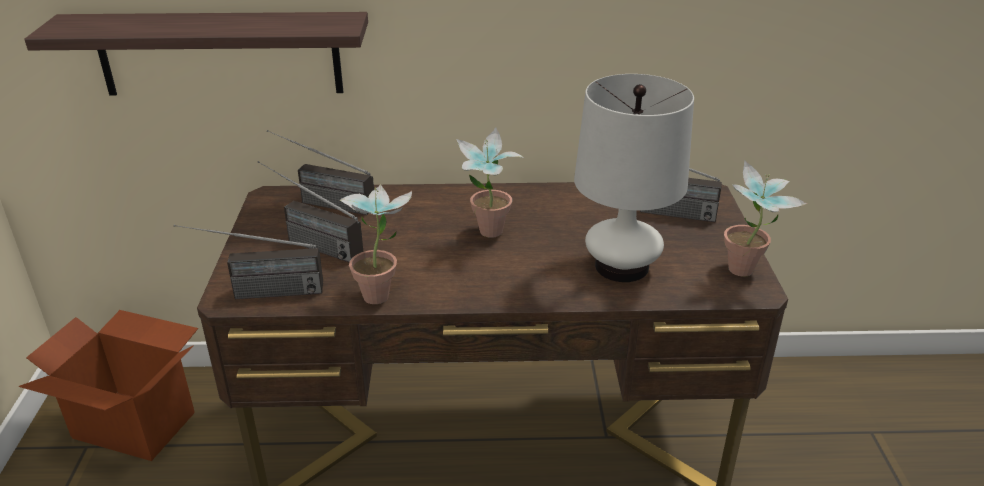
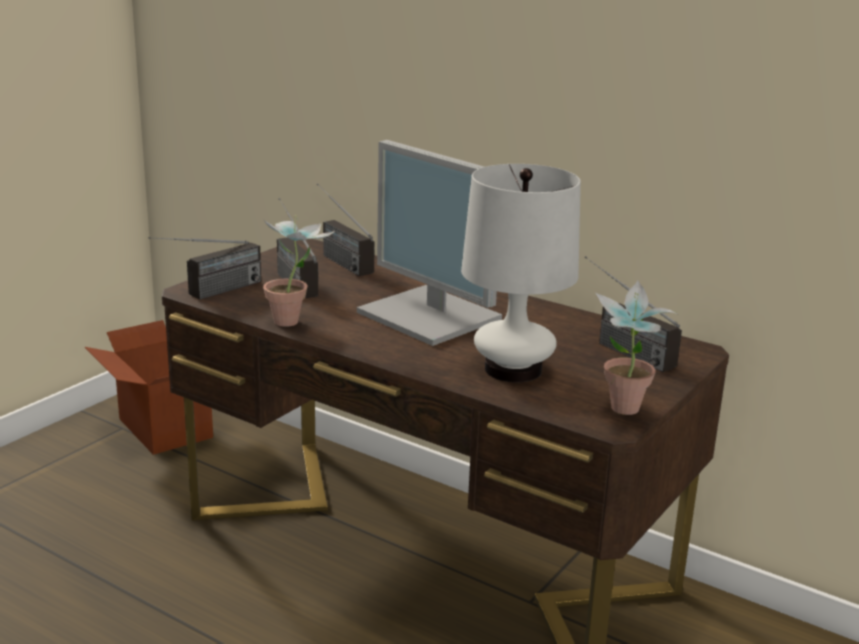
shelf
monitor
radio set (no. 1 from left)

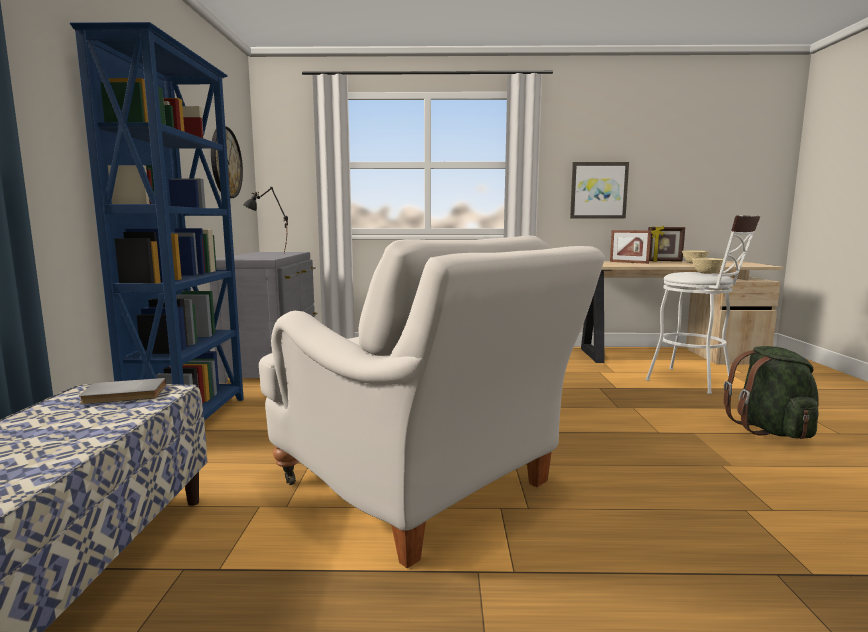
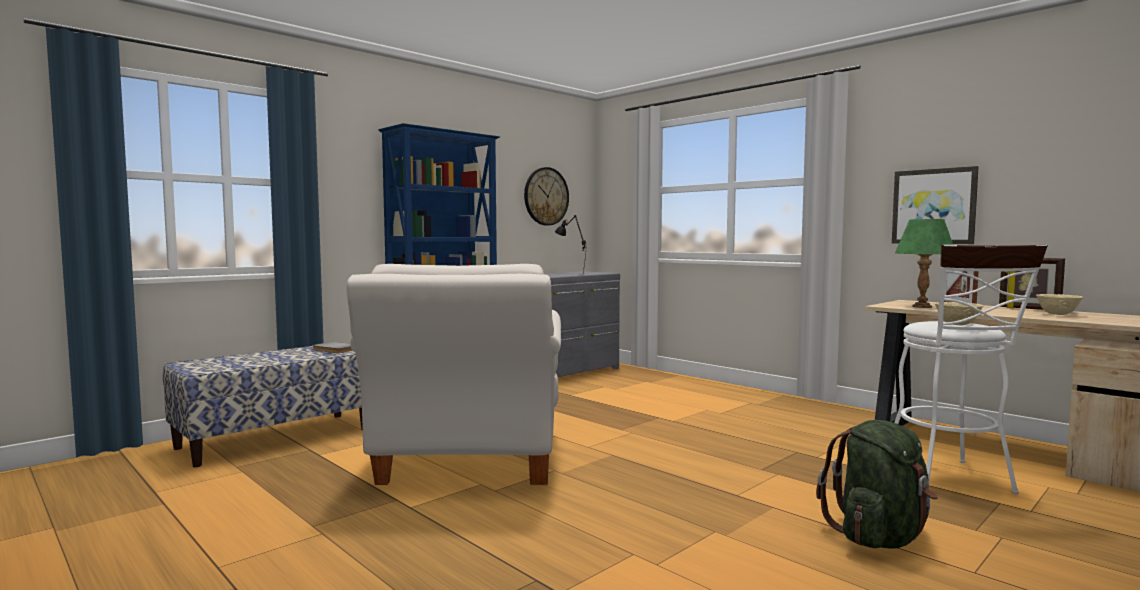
lamp for a table/greenish

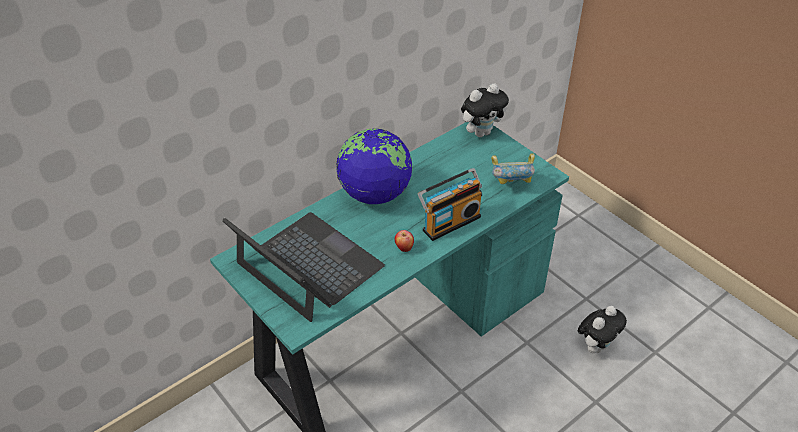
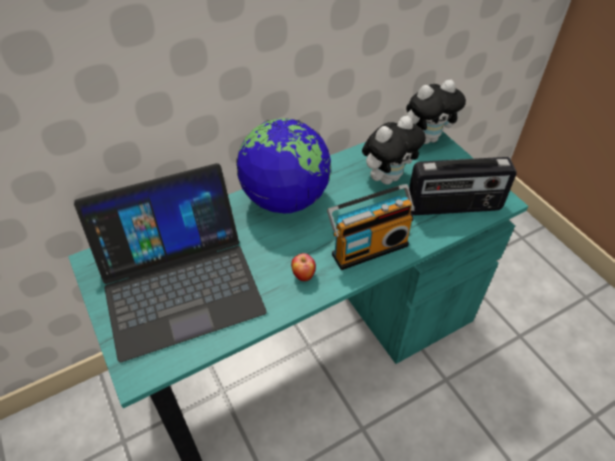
radio set (no. 2 from left)
portable computer
cuddly toy (no. 1 from left)

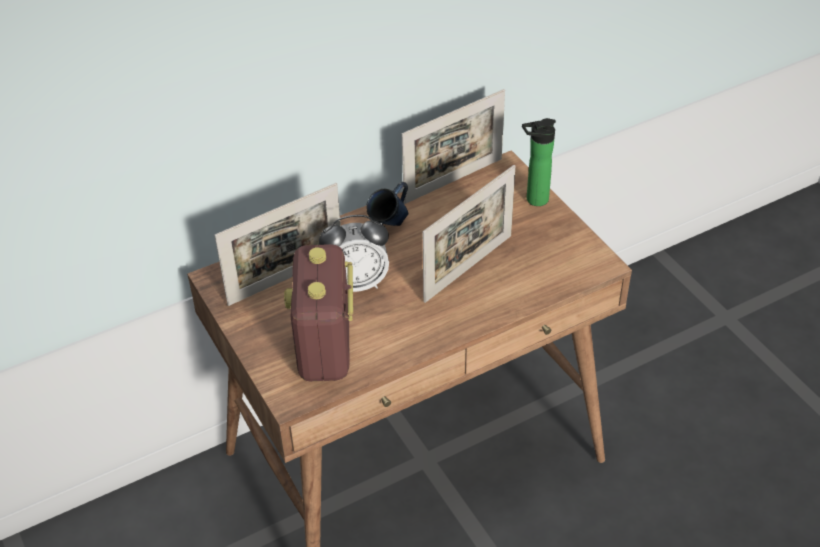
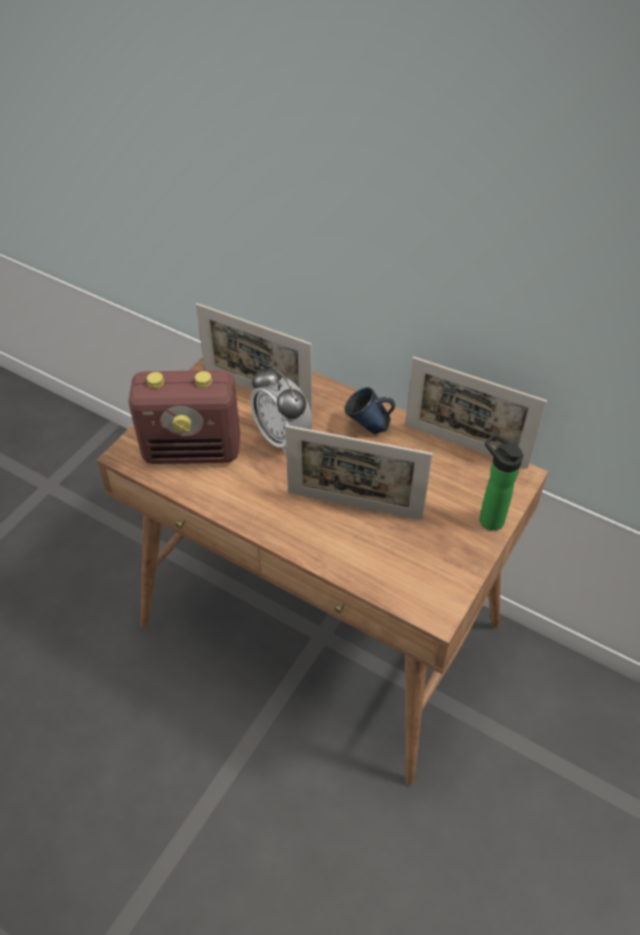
radio set

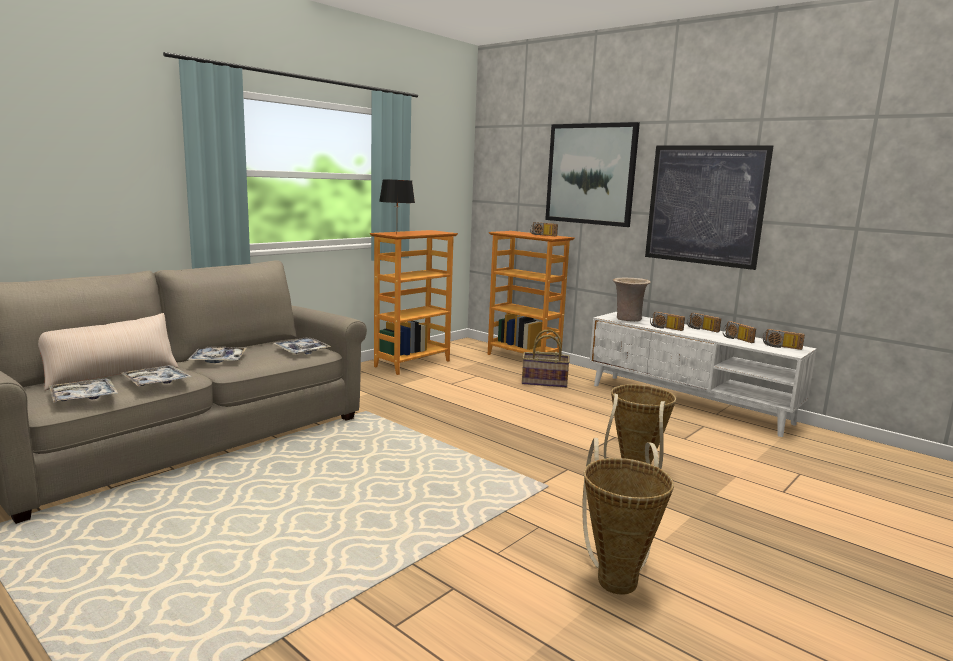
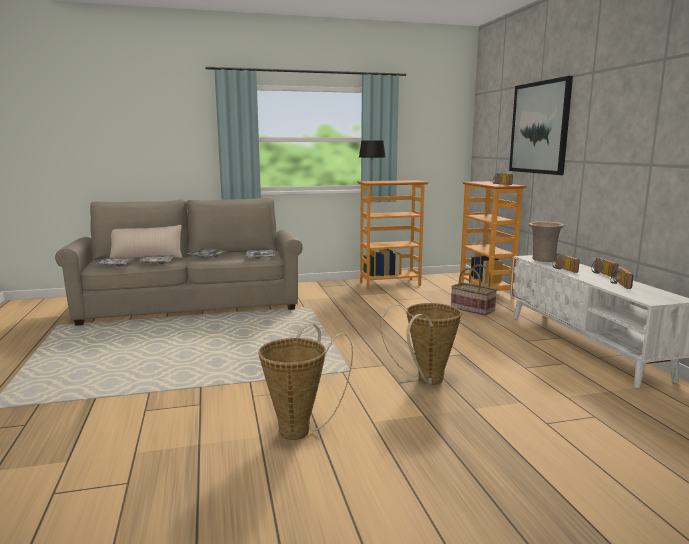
picture (no. 2 from left in the first image)
radio set (no. 5 from left in the first image)

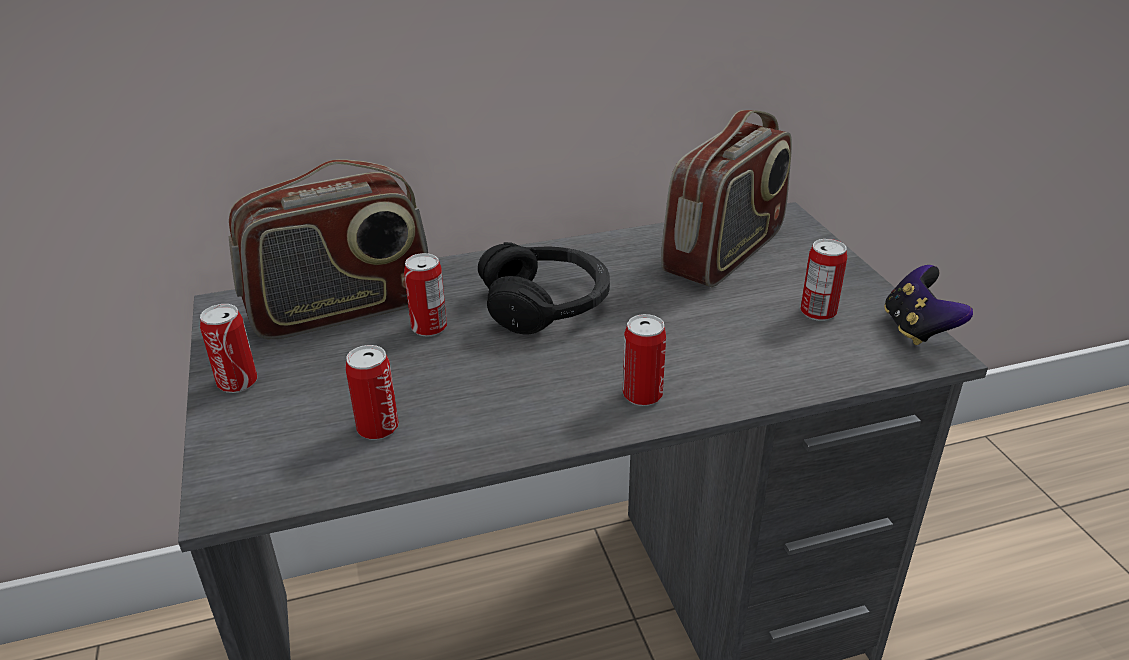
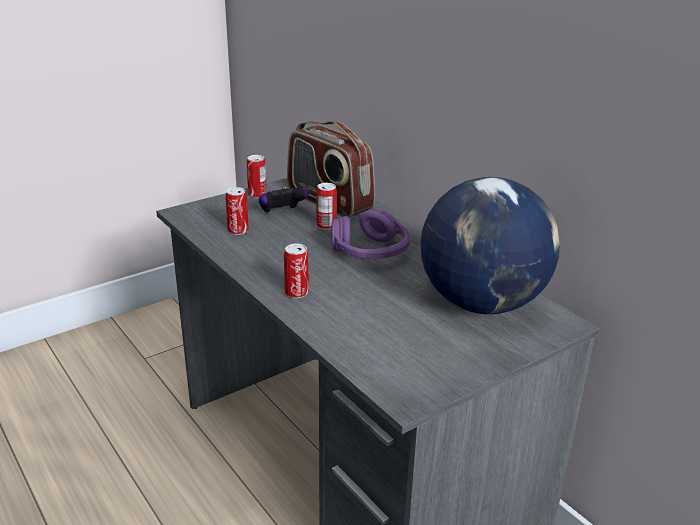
globe
sealed can (no. 5 from left in the first image)
headphones/purple
joypad

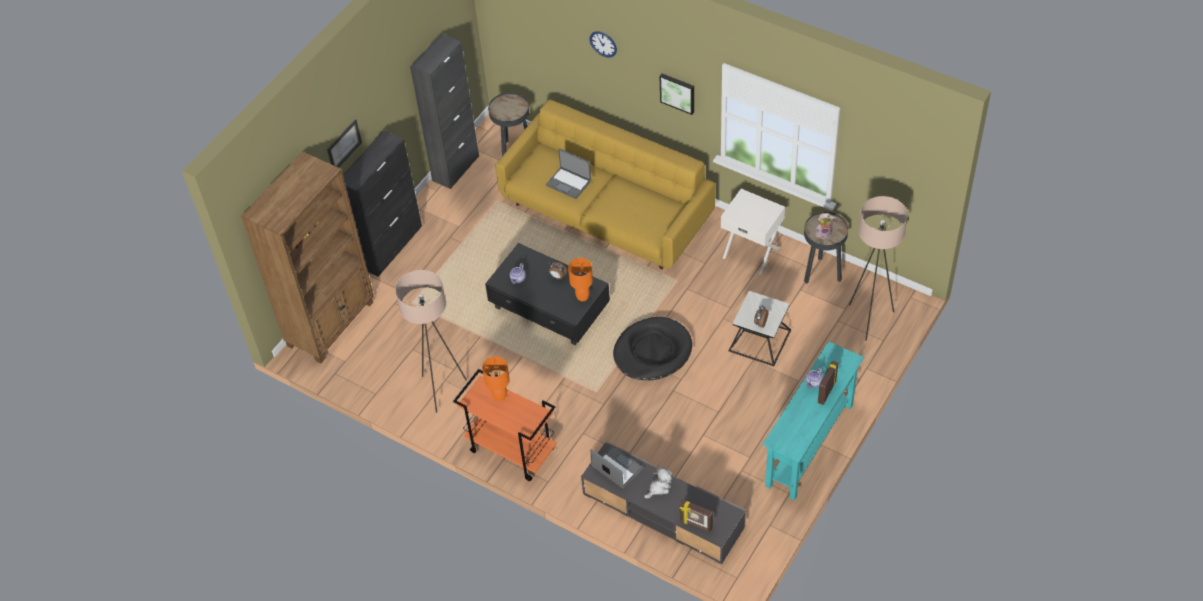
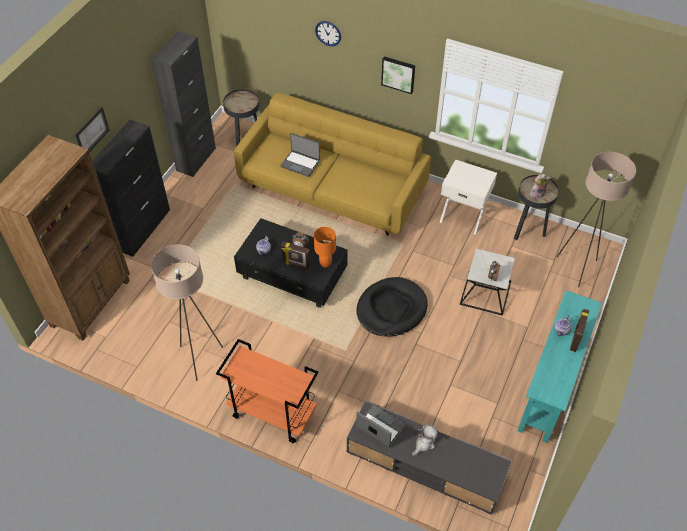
lamp for a table/orange (no. 1 from left in the first image)
picture frame (no. 1 from left)

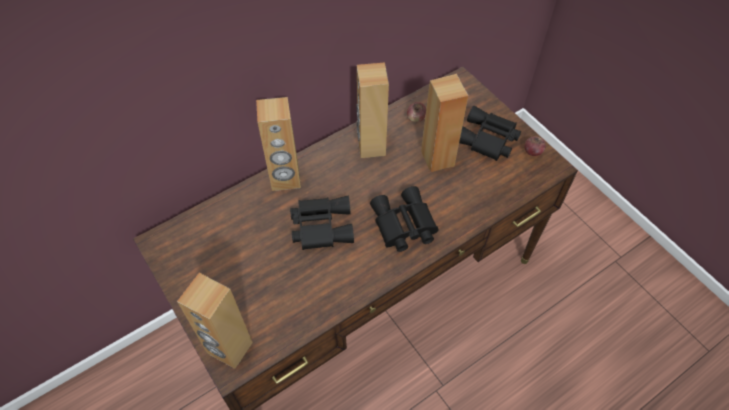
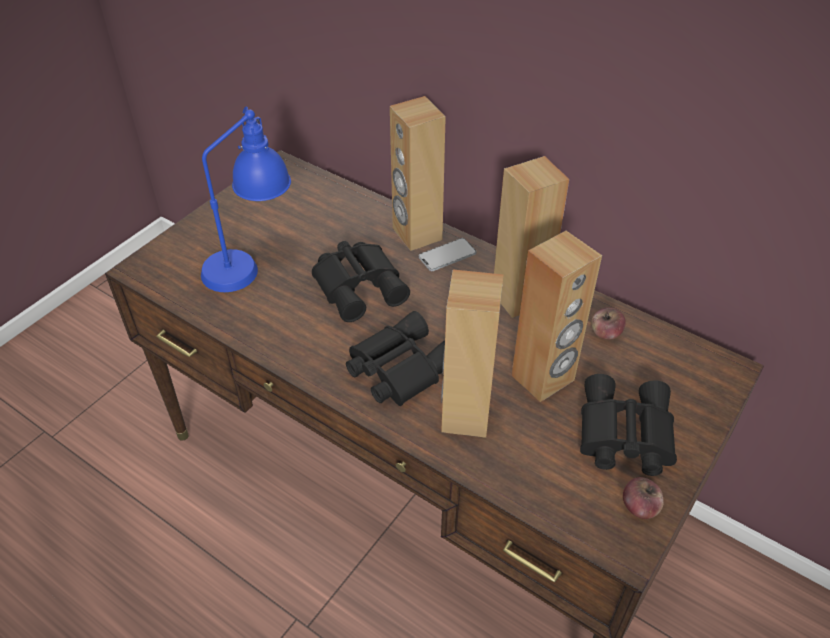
audio speaker/brownish (no. 2 from left)
lamp for a table/bluish
handset

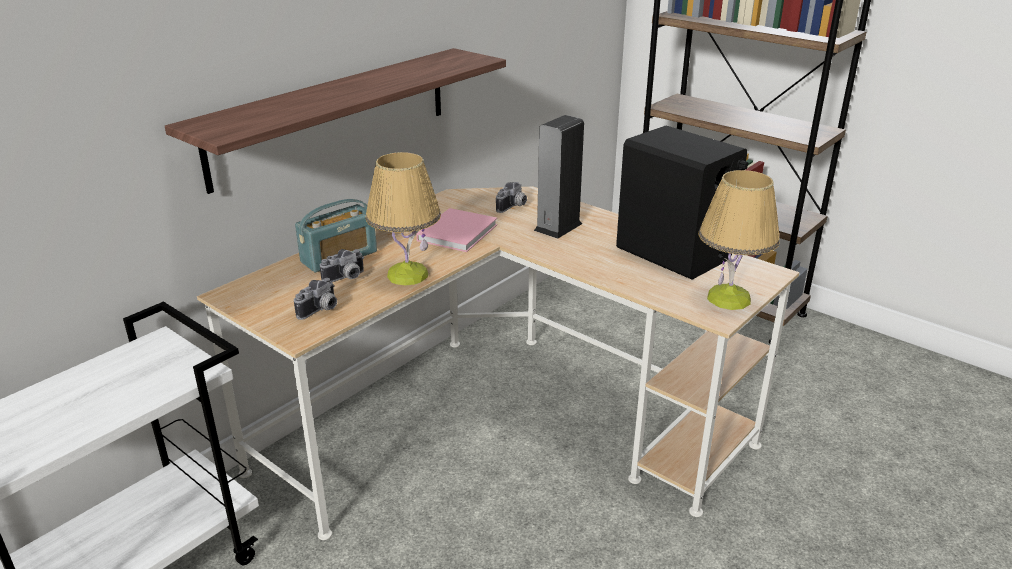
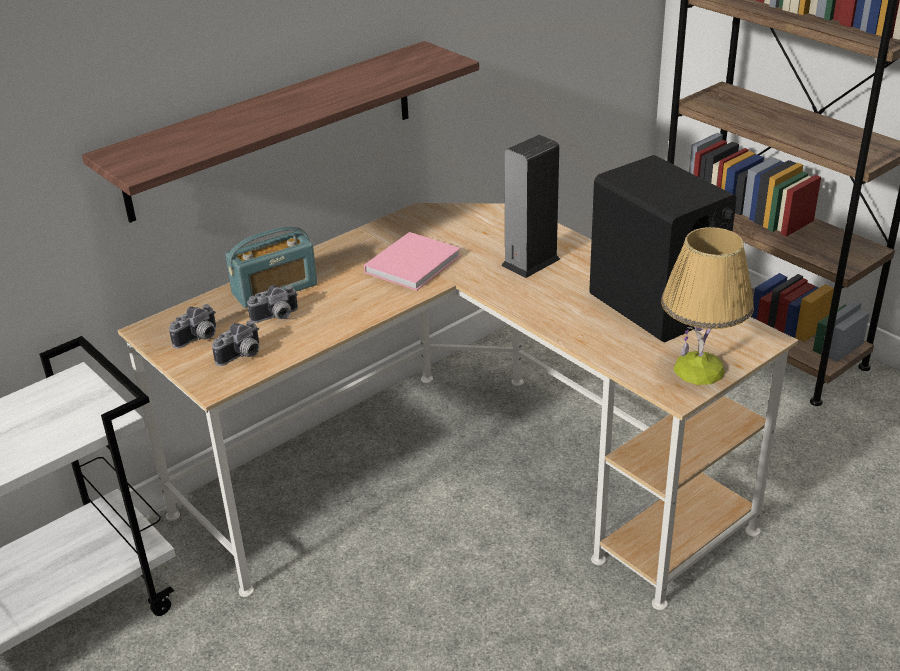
lamp for a table (no. 1 from left in the first image)
photo camera (no. 1 from left)

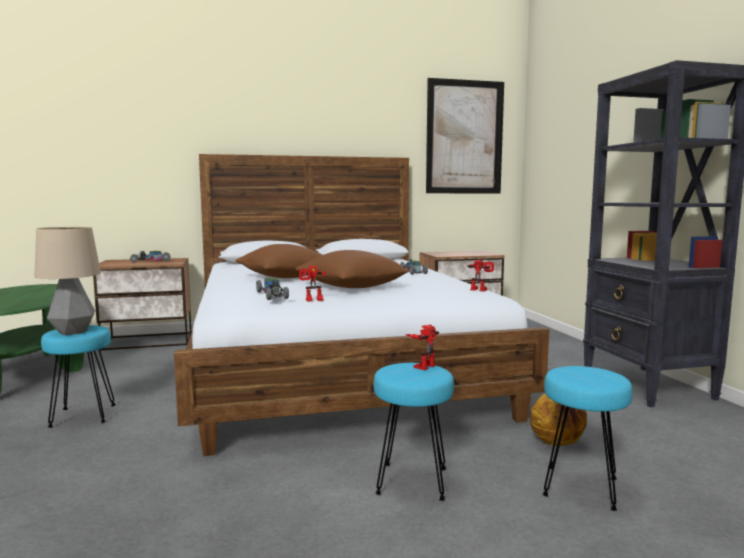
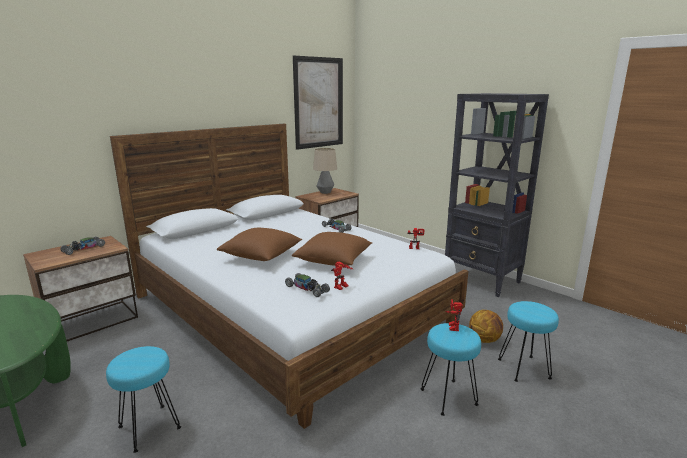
lamp for a table

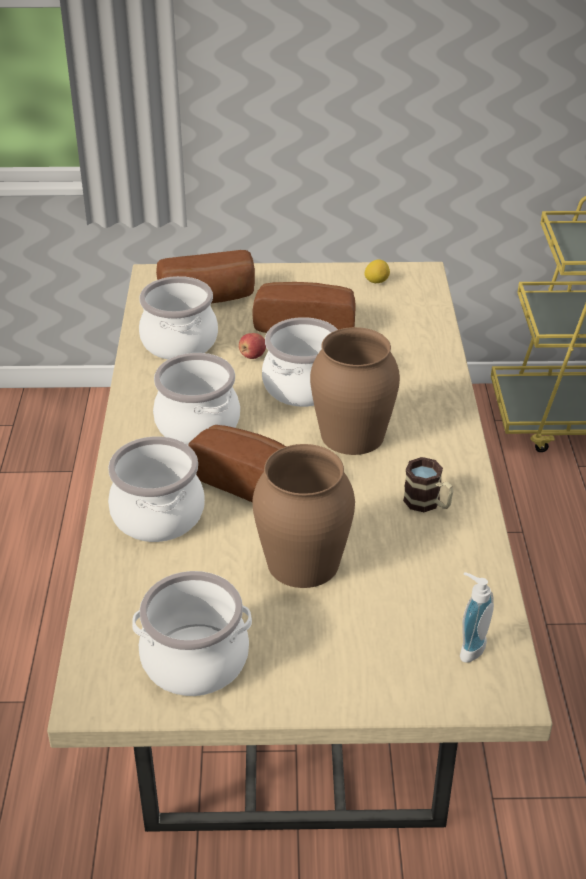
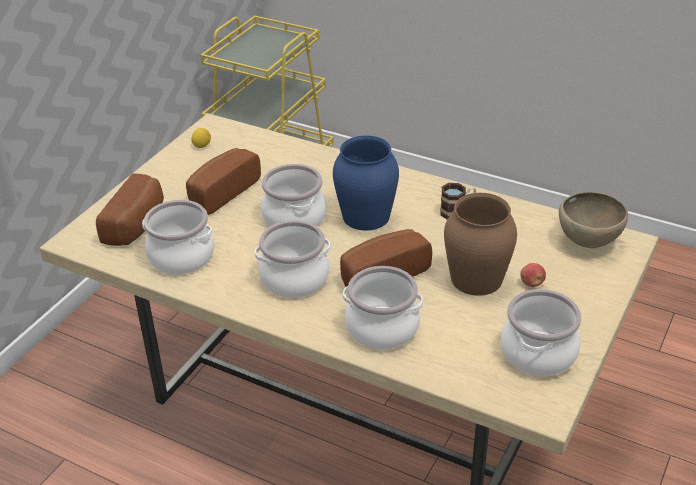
vase/bluish
apple
serving bowl/brownish

